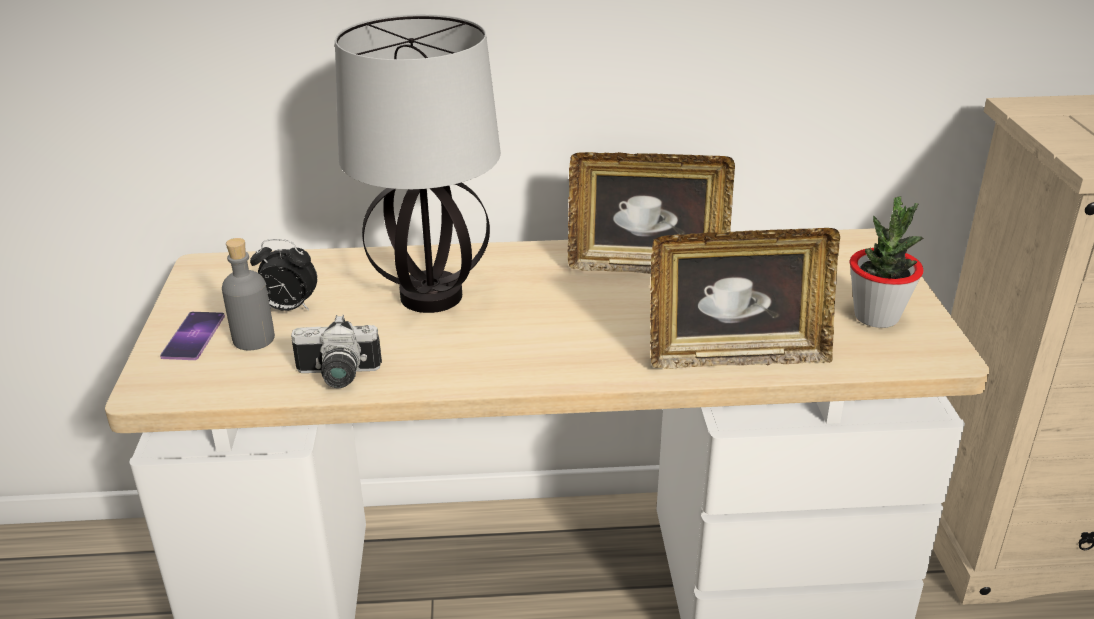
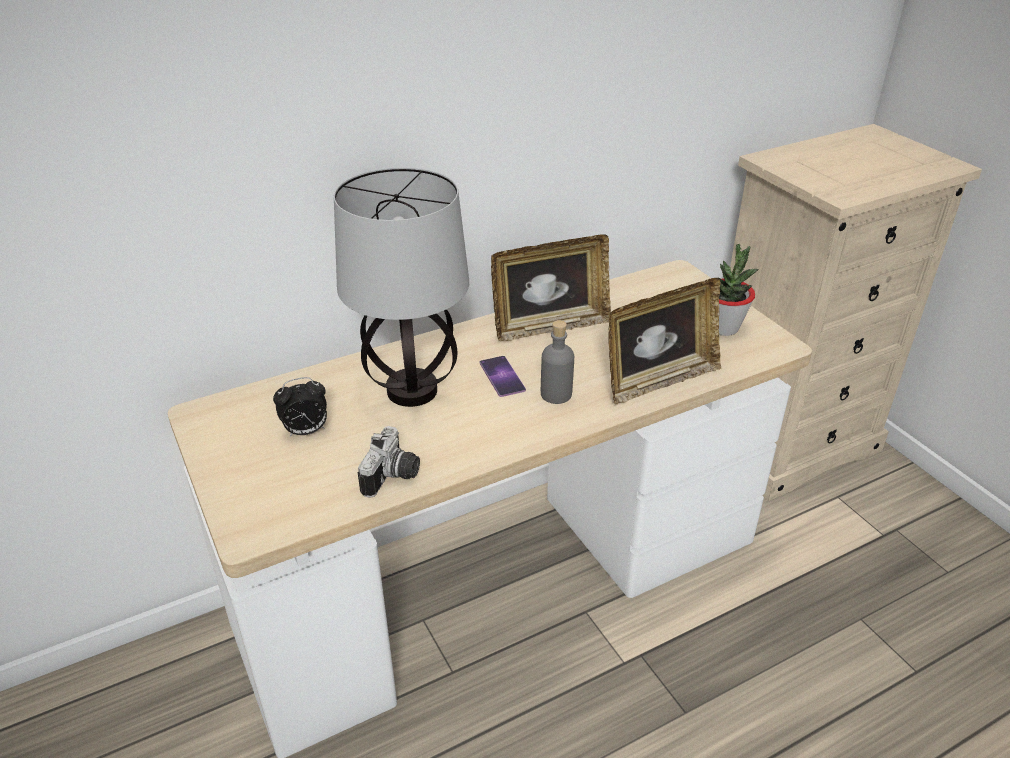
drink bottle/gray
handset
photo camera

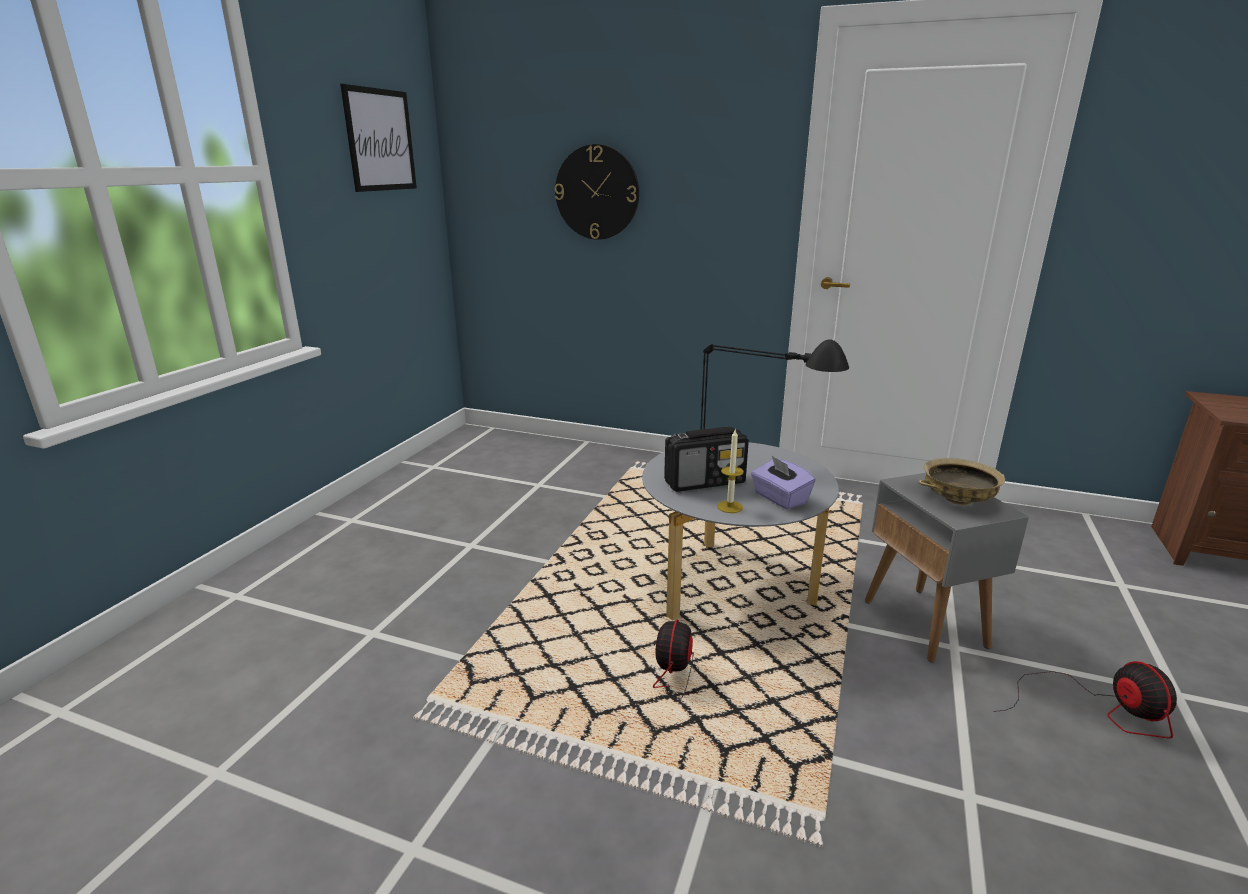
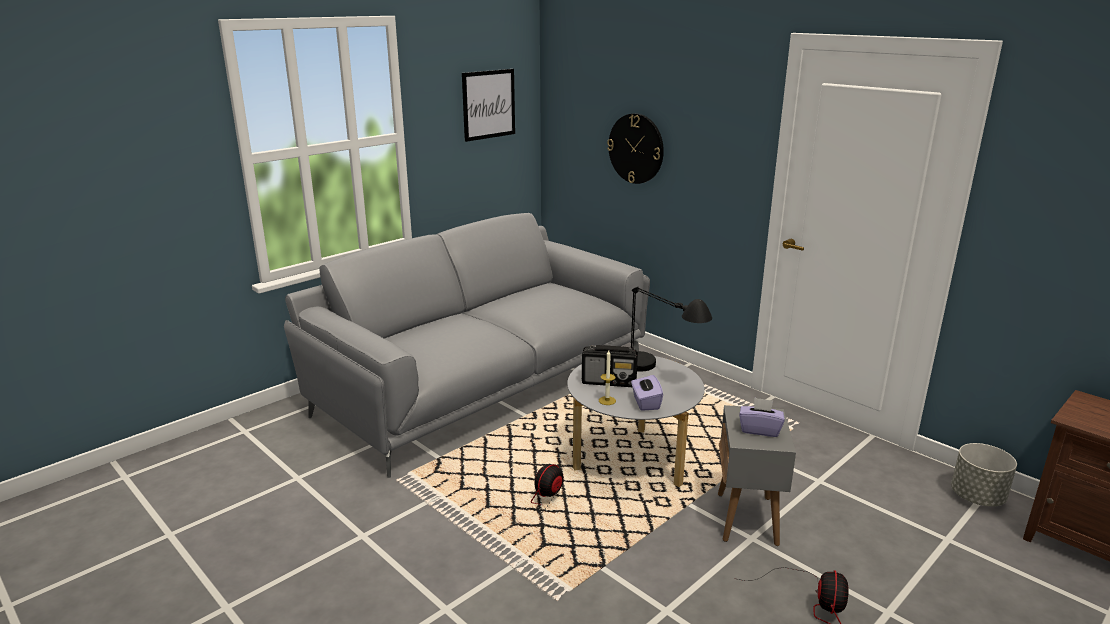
tissue box/purple (no. 2 from left)
settee/gray
flower pot/gray

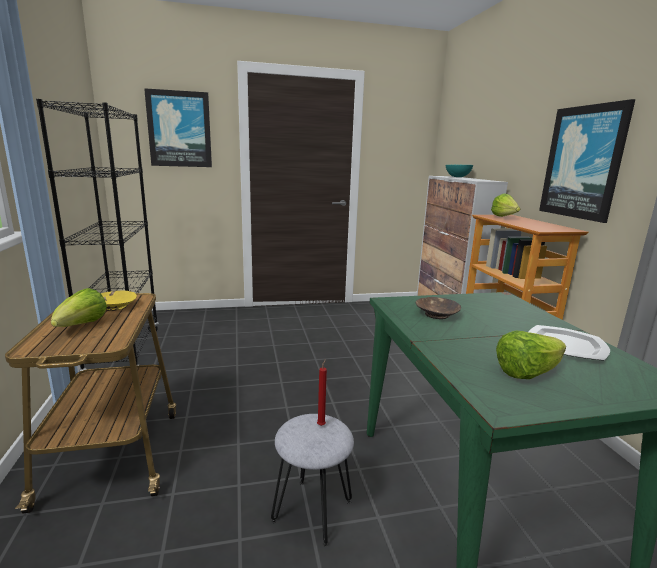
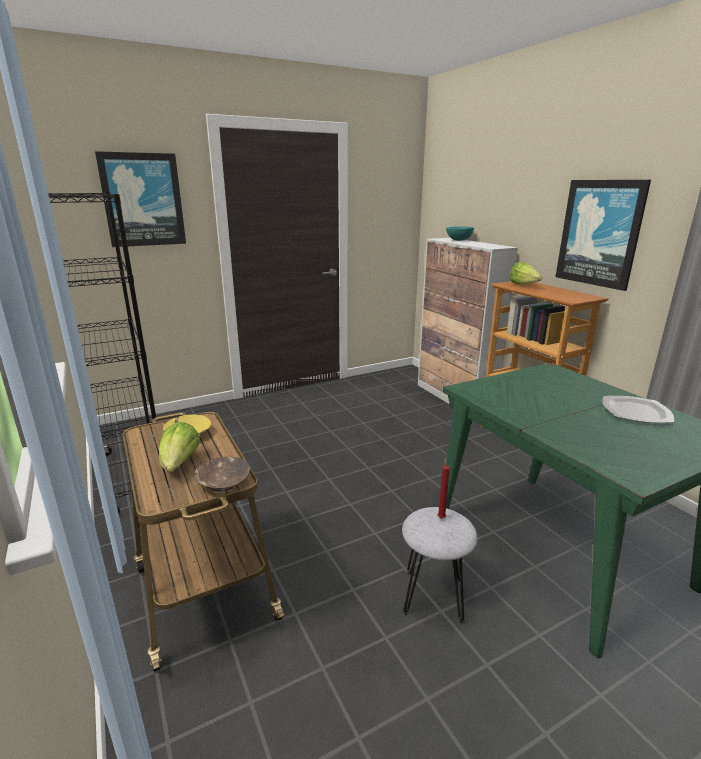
serving bowl/brownish
lettuce (no. 3 from left in the first image)

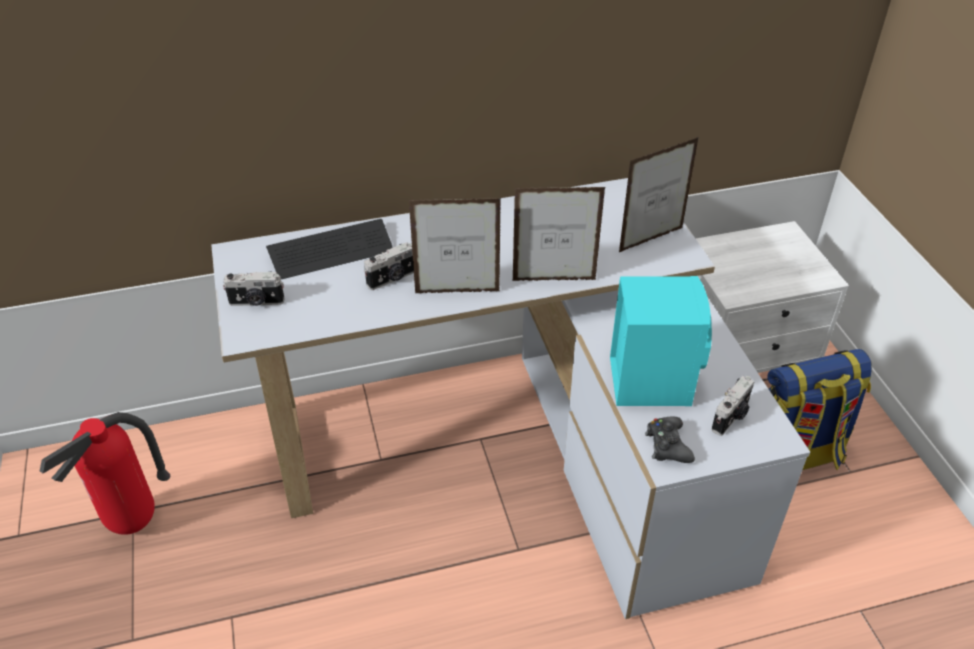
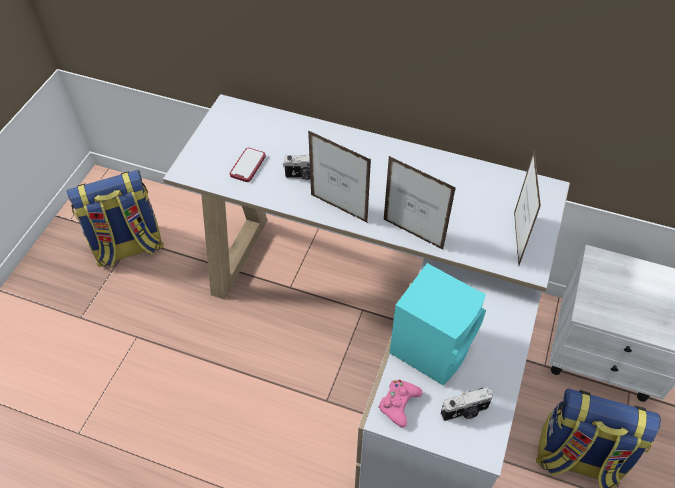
picture frame (no. 3 from left)
PC keyboard
photo camera (no. 1 from left in the first image)
knapsack (no. 1 from left)
joypad/pink-coloured
handset

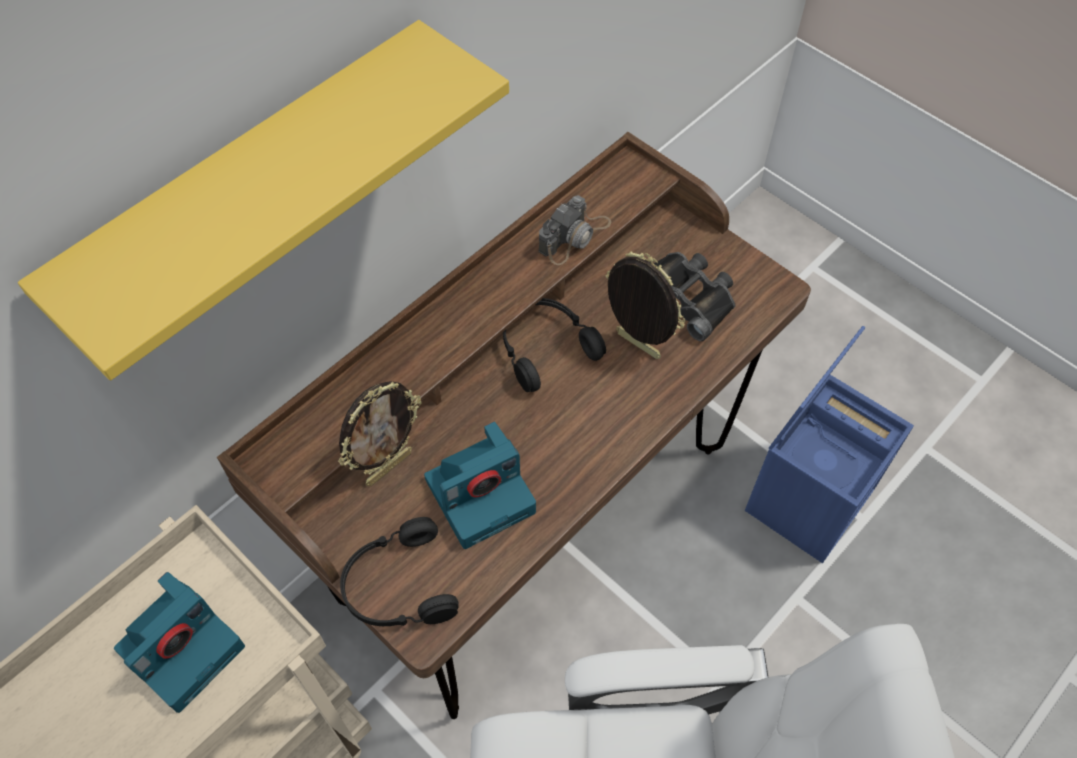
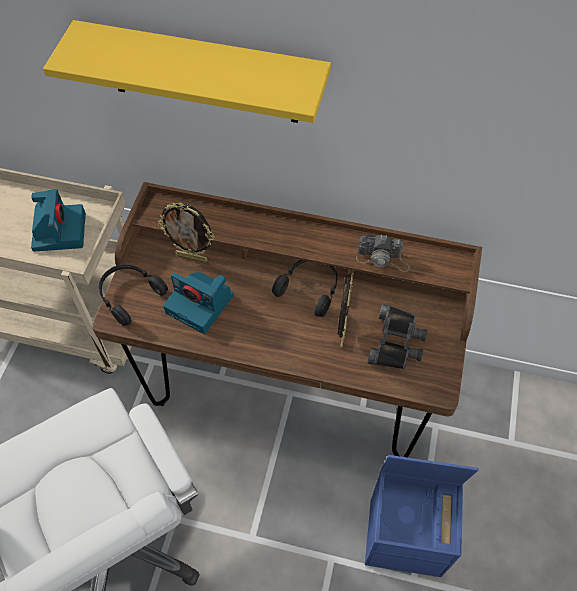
photo camera (no. 1 from left)

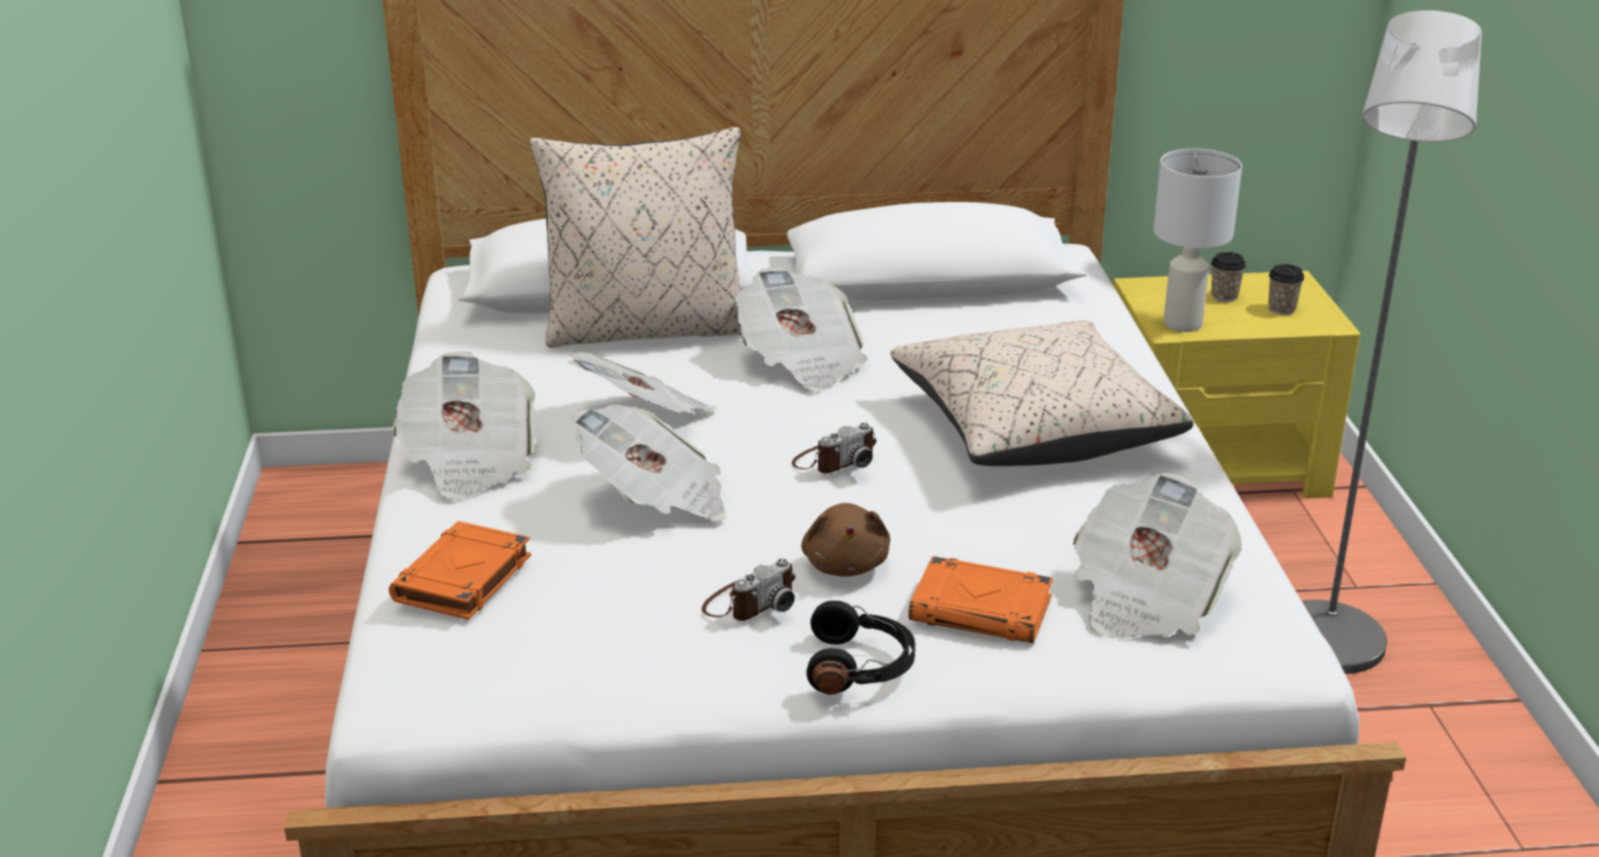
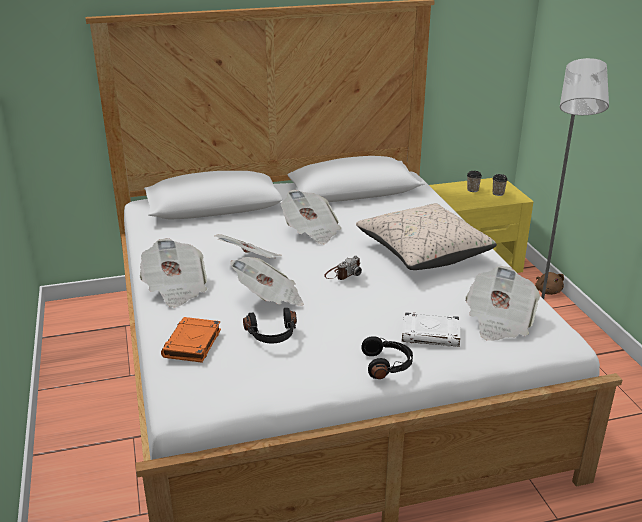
throw pillow/sand-coloured (no. 1 from left in the first image)
lamp for a table/white-coloured
cuddly toy/brownish
book/white-coloured
photo camera (no. 1 from left in the first image)
headphones/black-coloured (no. 1 from left)

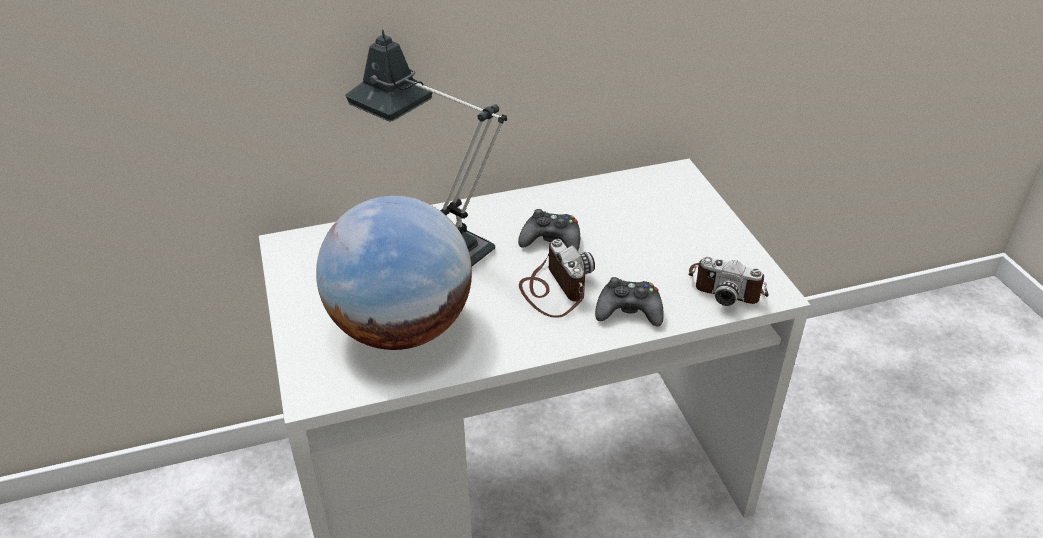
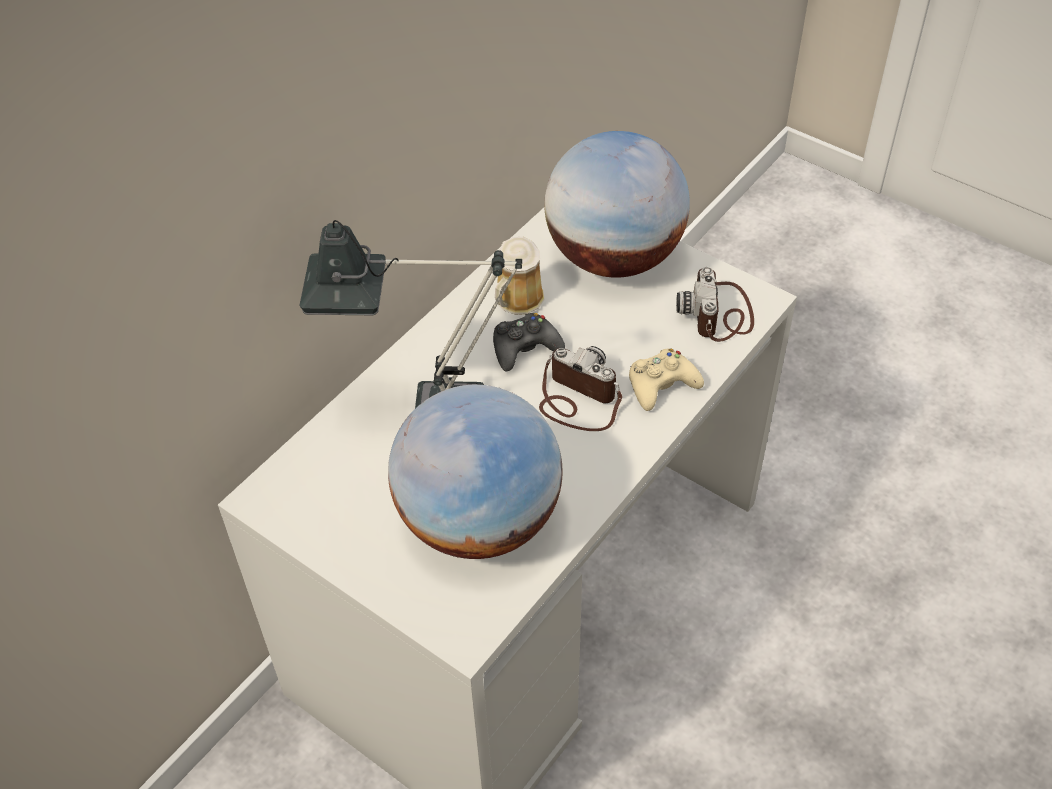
photo camera (no. 2 from left)
joypad/sand-coloured
globe (no. 2 from left)
coffee mug

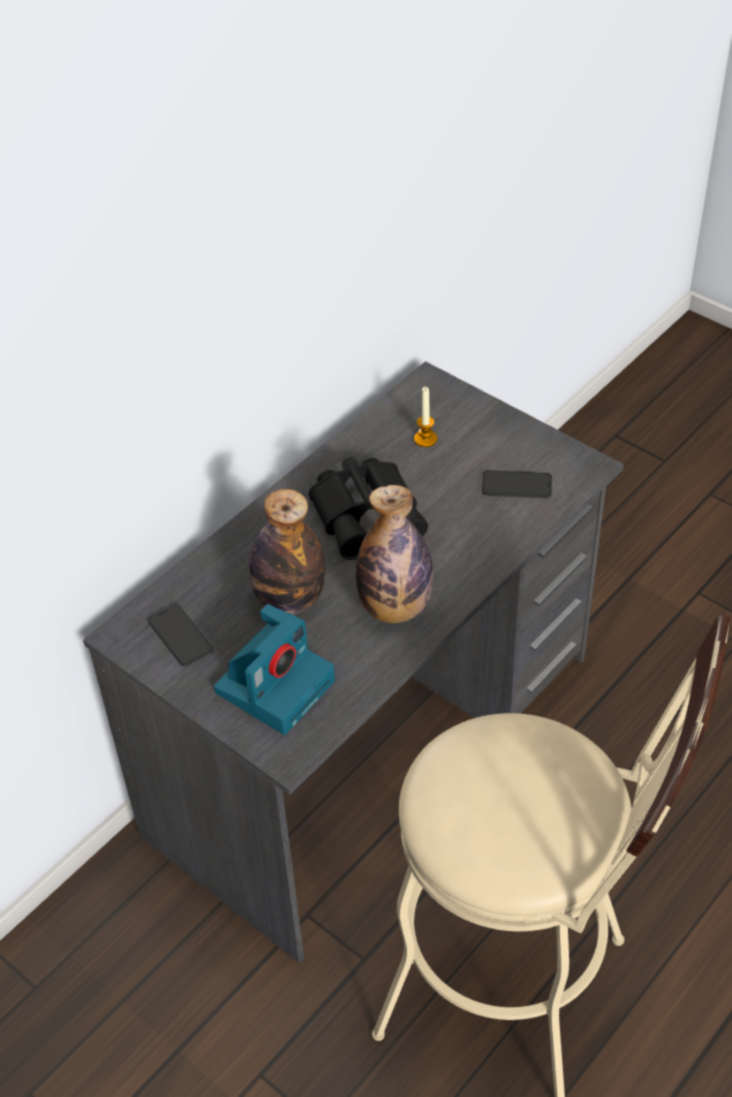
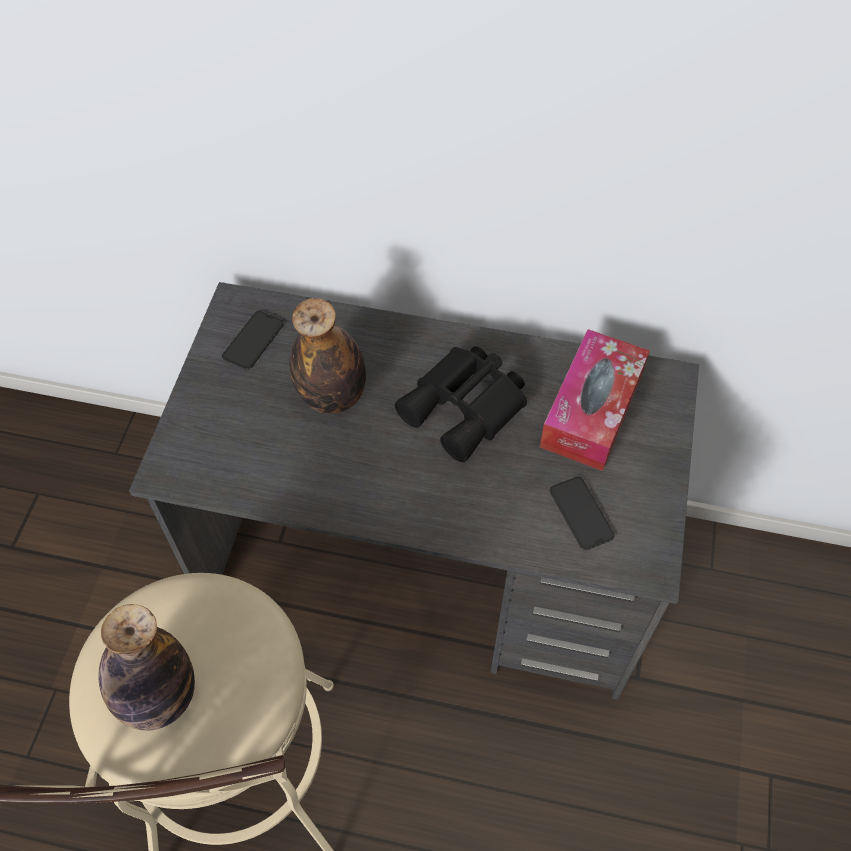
tissue box
drink bottle (no. 1 from left)
photo camera

